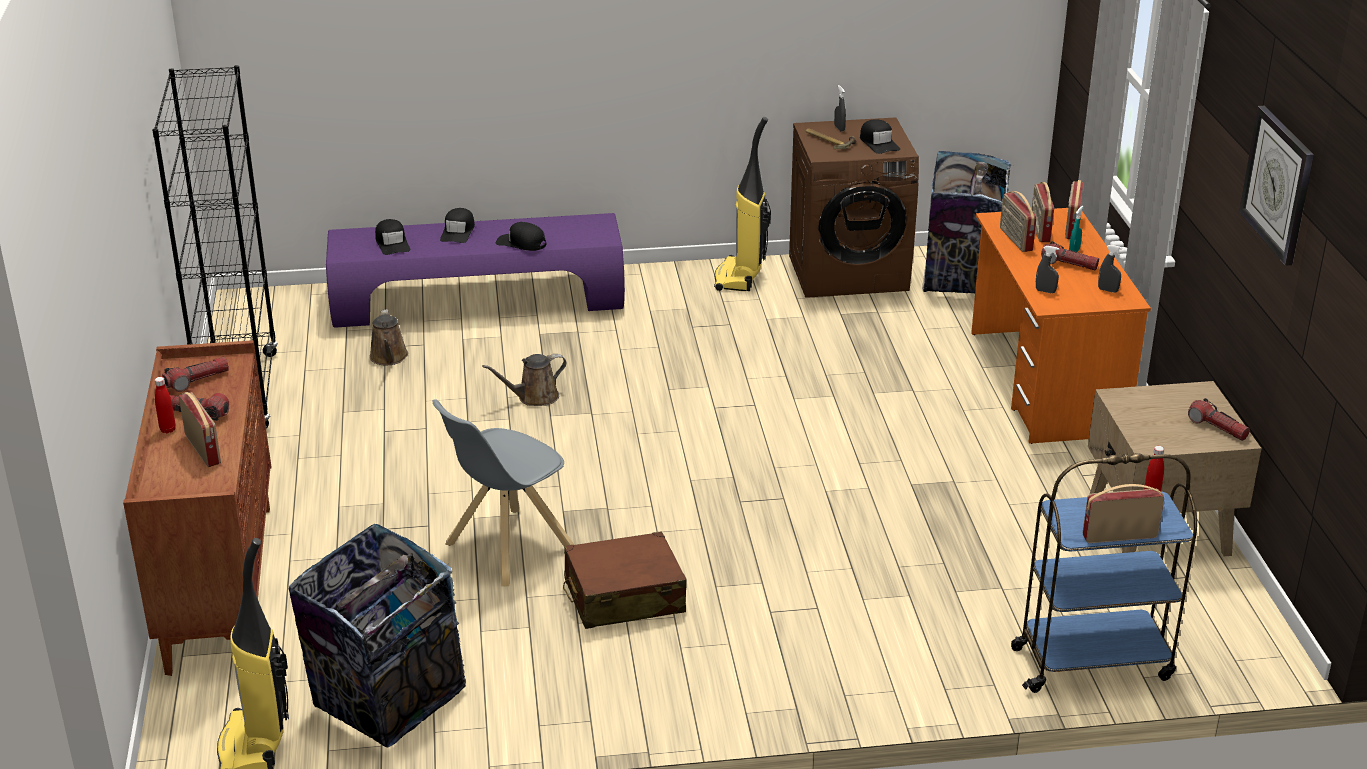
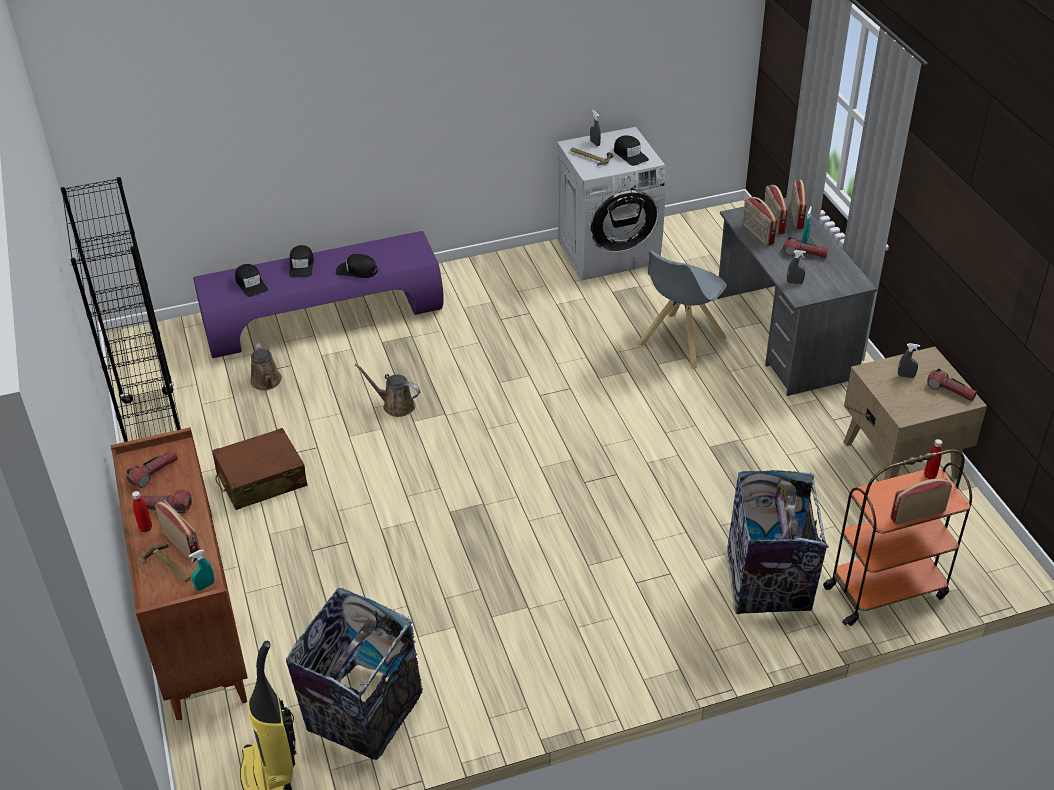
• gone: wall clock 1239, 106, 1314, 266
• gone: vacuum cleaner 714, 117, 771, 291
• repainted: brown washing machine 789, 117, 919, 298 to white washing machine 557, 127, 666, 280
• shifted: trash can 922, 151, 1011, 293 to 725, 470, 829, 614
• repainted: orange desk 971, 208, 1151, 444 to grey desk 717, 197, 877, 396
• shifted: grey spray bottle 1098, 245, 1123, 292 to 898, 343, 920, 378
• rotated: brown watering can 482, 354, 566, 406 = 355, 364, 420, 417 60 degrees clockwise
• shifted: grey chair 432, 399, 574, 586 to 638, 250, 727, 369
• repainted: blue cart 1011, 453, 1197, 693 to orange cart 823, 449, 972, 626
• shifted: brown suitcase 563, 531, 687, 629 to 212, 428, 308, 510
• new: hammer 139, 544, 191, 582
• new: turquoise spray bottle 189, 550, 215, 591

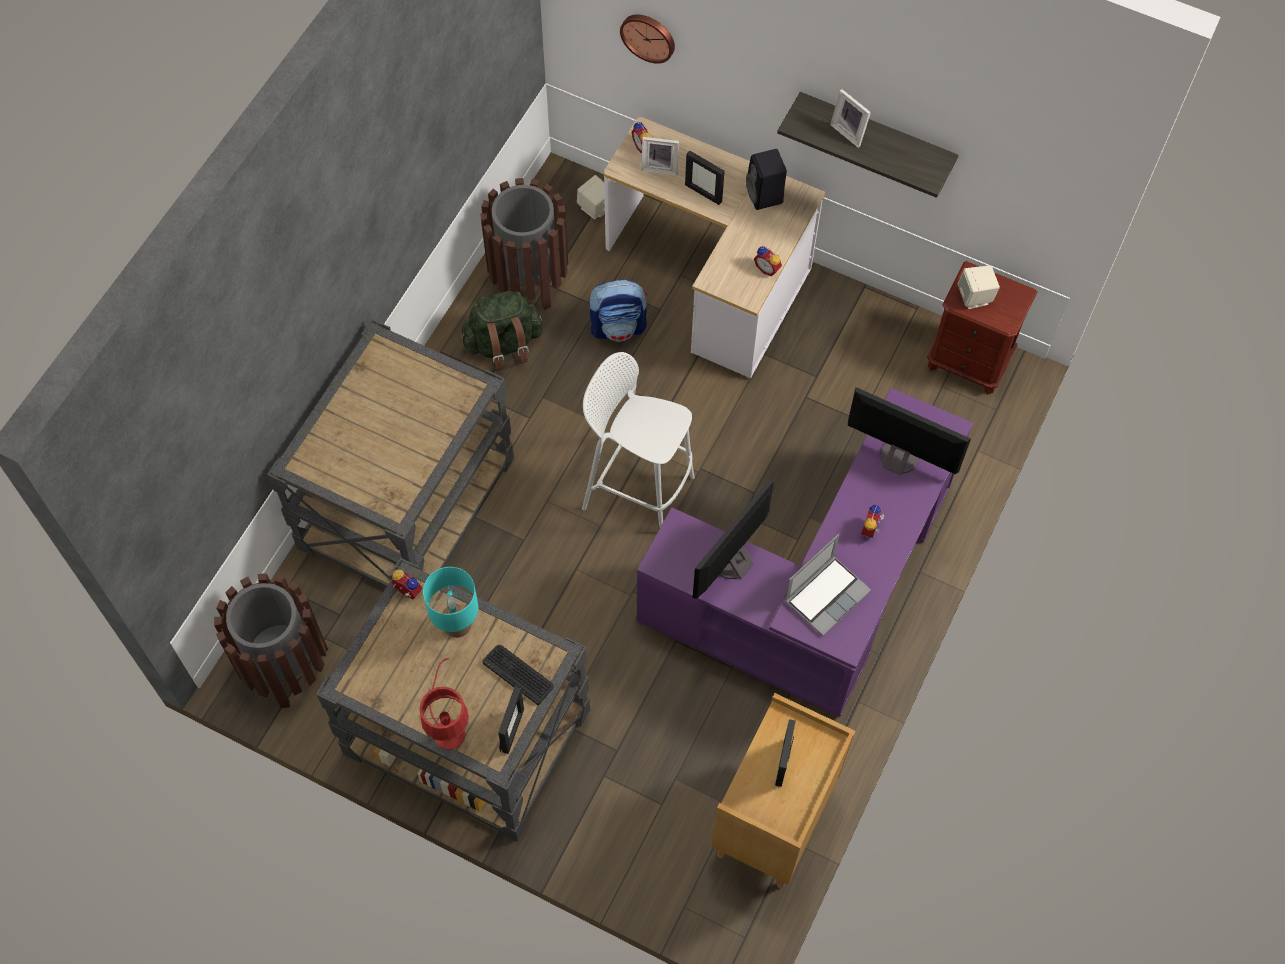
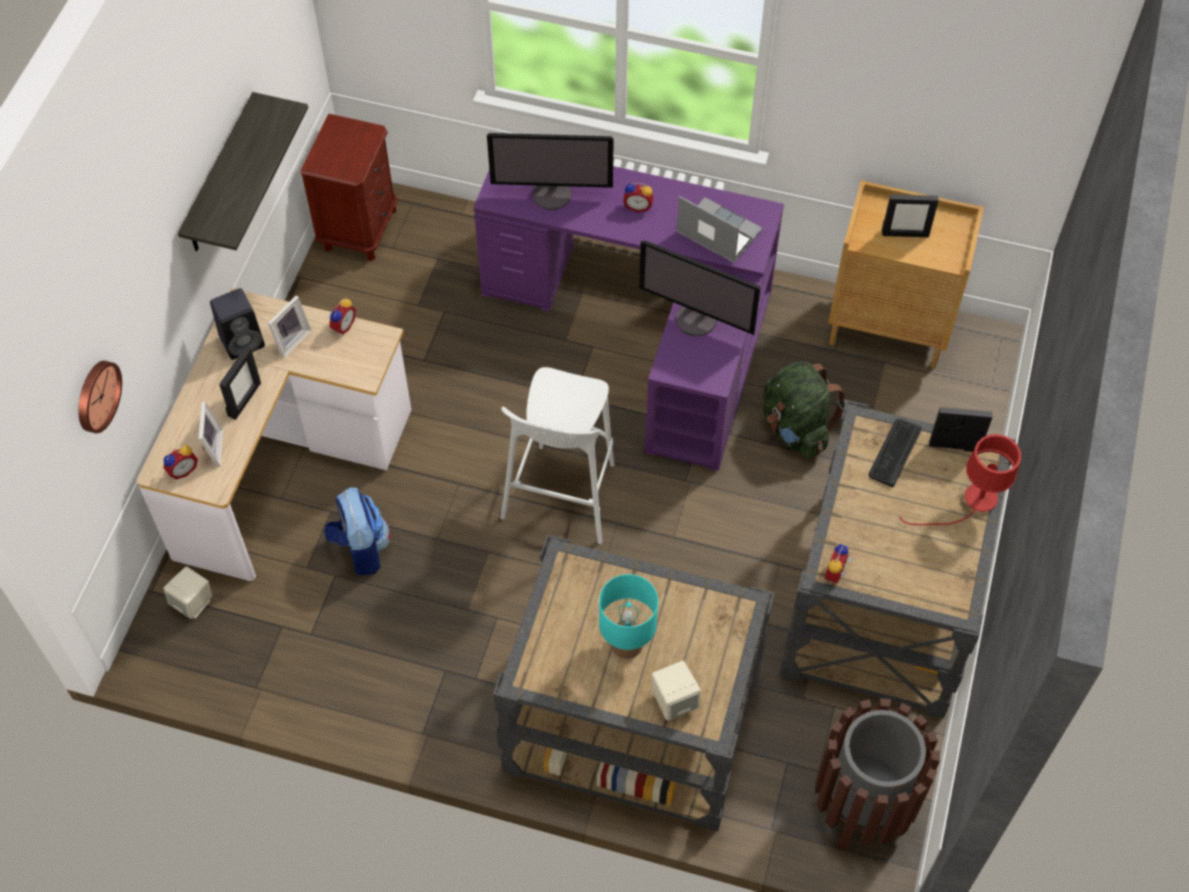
• shifted: picture frame 830, 89, 871, 148 to 268, 295, 311, 358
• gone: brown trash can 480, 178, 568, 310
• shifted: beige speaker 958, 265, 1000, 309 to 652, 661, 701, 721
• shifted: green backpack 460, 291, 543, 371 to 763, 362, 846, 458
• rotated: monitor 848, 387, 971, 475 = 487, 133, 614, 210 105 degrees counterclockwise
• shifted: turquoise table lamp 423, 567, 478, 638 to 599, 574, 658, 659

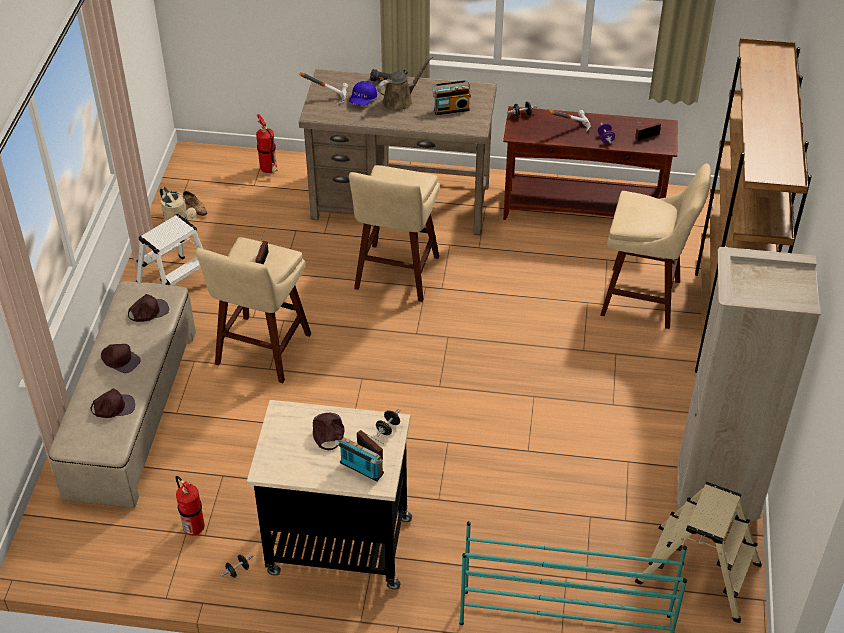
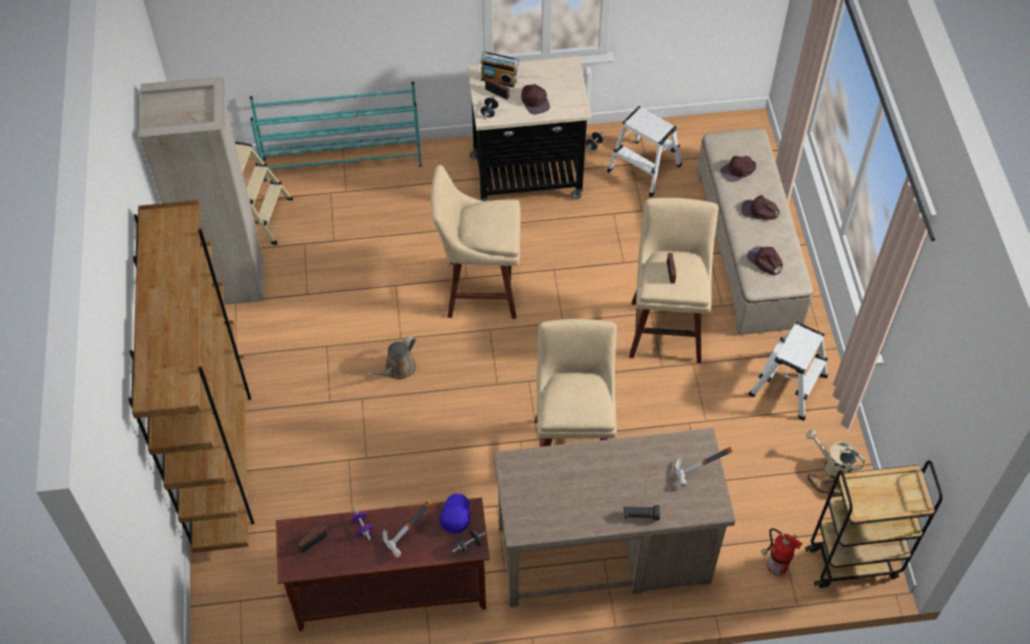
• shifted: brown watering can 377, 56, 433, 111 to 366, 336, 416, 380
• gone: radio 432, 80, 471, 115
• shifted: blue cap 349, 81, 377, 106 to 440, 493, 470, 534
• shifted: beige stool 600, 164, 711, 329 to 431, 165, 521, 319
• rotated: brown cap 128, 294, 169, 322 = 747, 246, 783, 275 90 degrees clockwise
• swapped: fire extinguisher 176, 476, 205, 535 to white step ladder 607, 106, 682, 197
• new: brown cart 805, 460, 942, 588

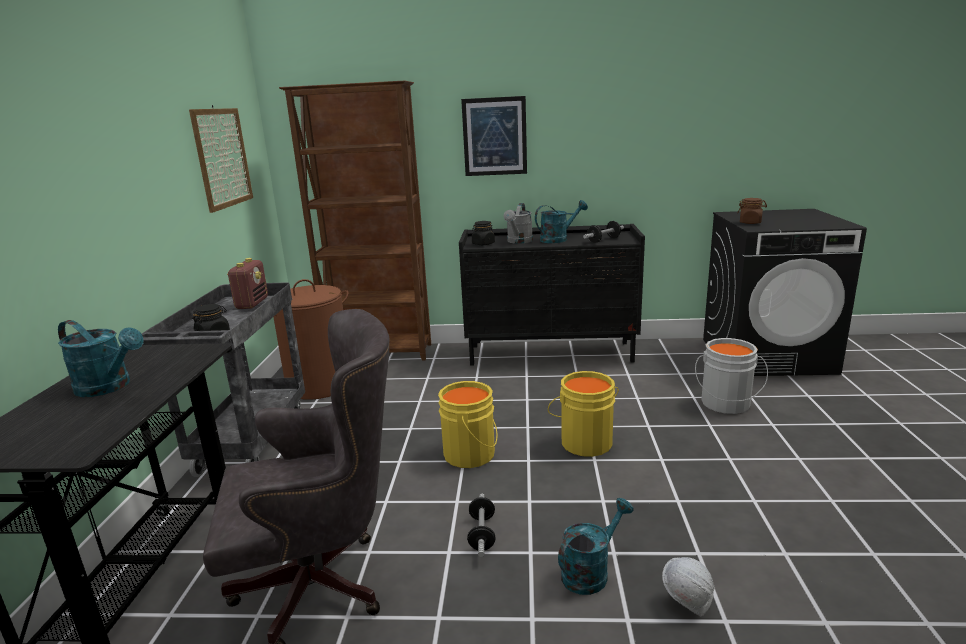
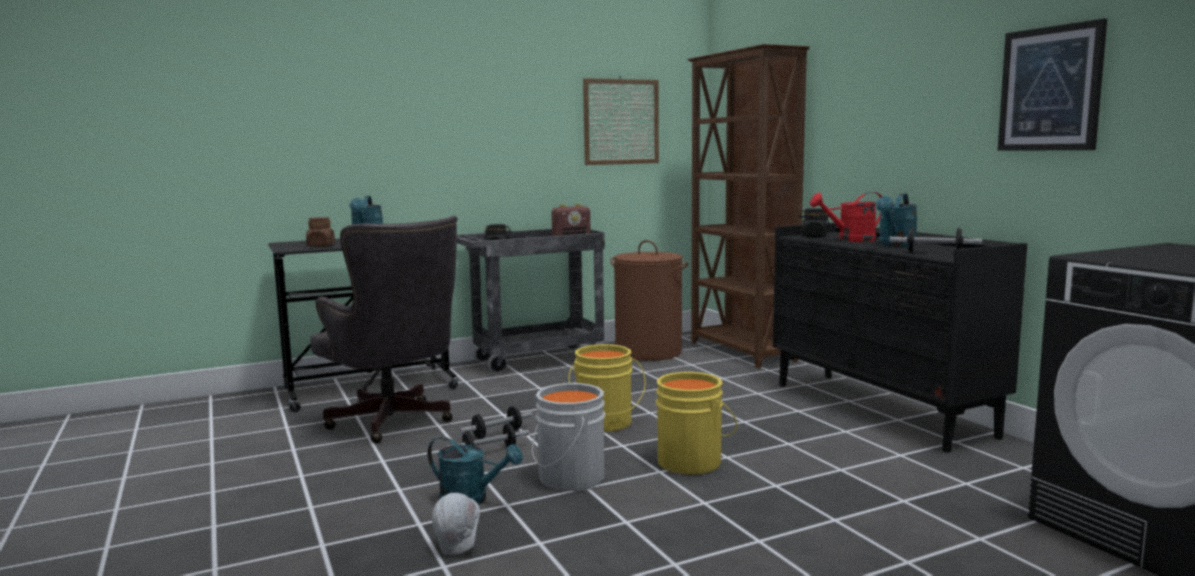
• shifted: picture 461, 96, 527, 176 to 998, 19, 1107, 151
• shifted: brown jar 737, 198, 767, 224 to 306, 217, 335, 247
• rotated: turquoise watering can 535, 200, 588, 243 = 876, 193, 918, 247 90 degrees clockwise
• repainted: grey watering can 504, 203, 533, 244 to red watering can 810, 192, 882, 242
• shifted: grey bucket 695, 338, 768, 414 to 532, 383, 605, 491
• new: dumbbell 460, 406, 532, 439

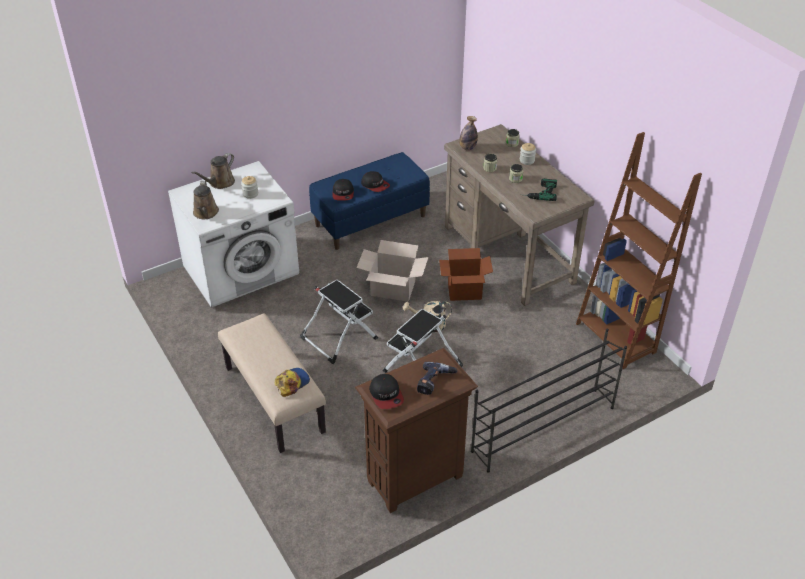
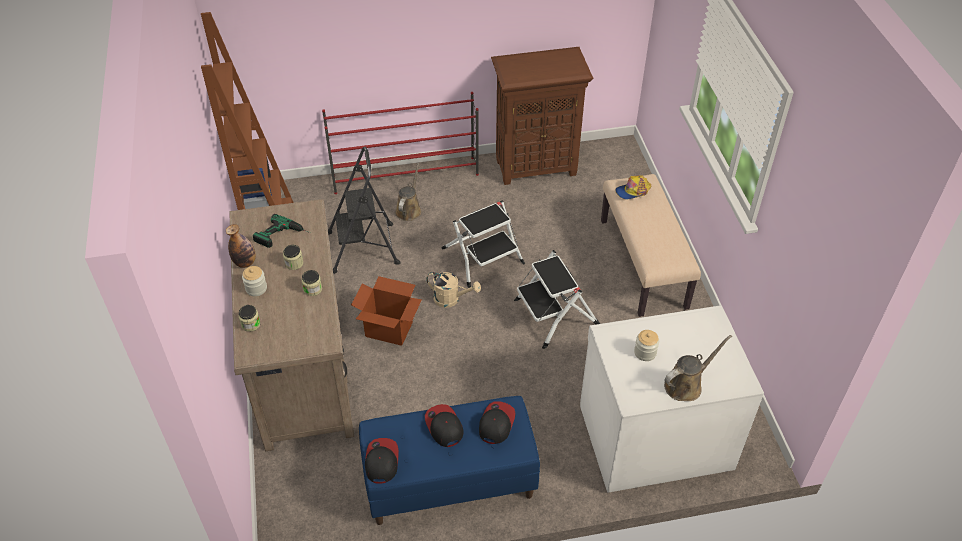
• shifted: bottle 459, 116, 478, 150 to 226, 224, 256, 268
• shifted: brown watering can 193, 181, 219, 219 to 395, 163, 421, 221
• gone: cardboard box 357, 240, 429, 301
• repainted: black shoe rack 471, 329, 627, 473 to red shoe rack 322, 92, 479, 194
• gone: power drill 417, 362, 458, 395
• shifted: cap 369, 374, 404, 409 to 365, 438, 399, 484
• new: black step ladder 328, 147, 400, 274

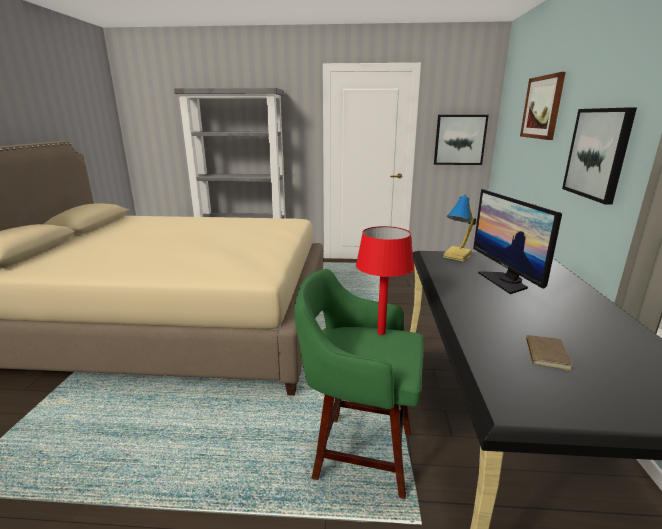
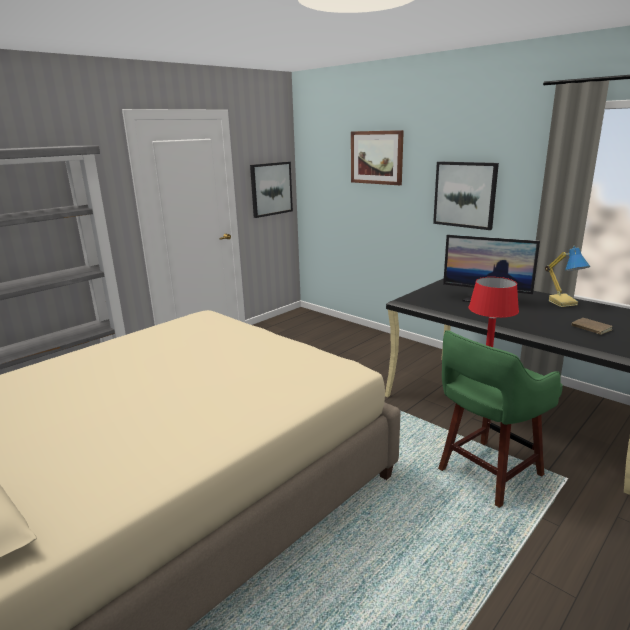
• shifted: table lamp 443, 194, 476, 261 to 545, 246, 590, 307

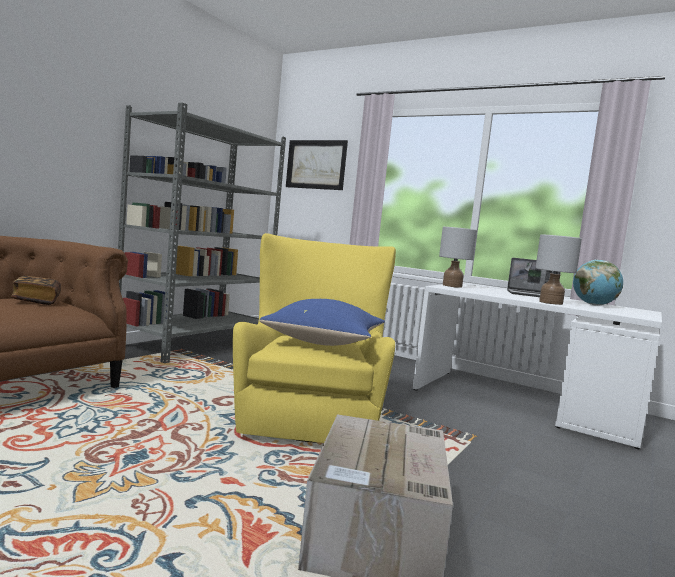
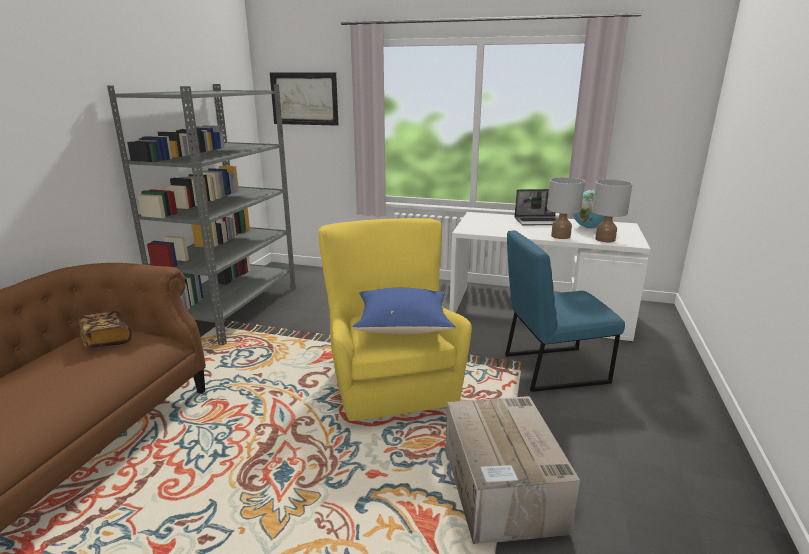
• shifted: grey table lamp 439, 227, 477, 288 to 592, 179, 632, 242
• new: blue chair 505, 230, 625, 392

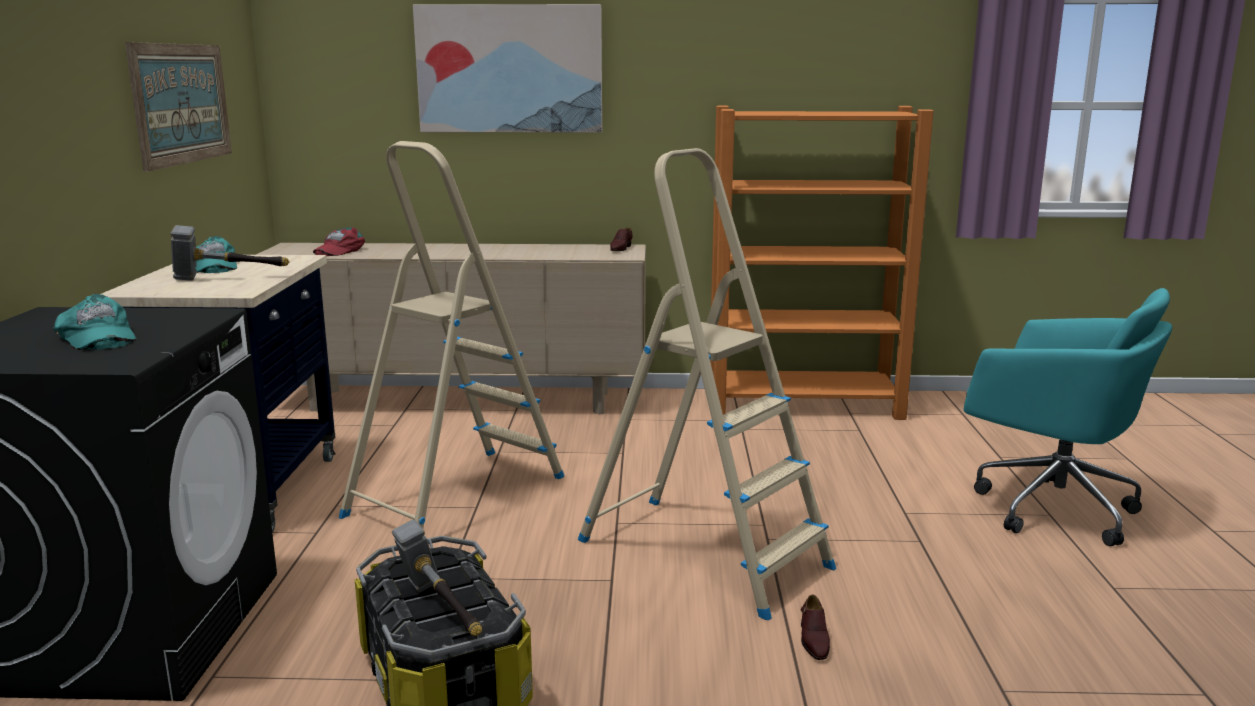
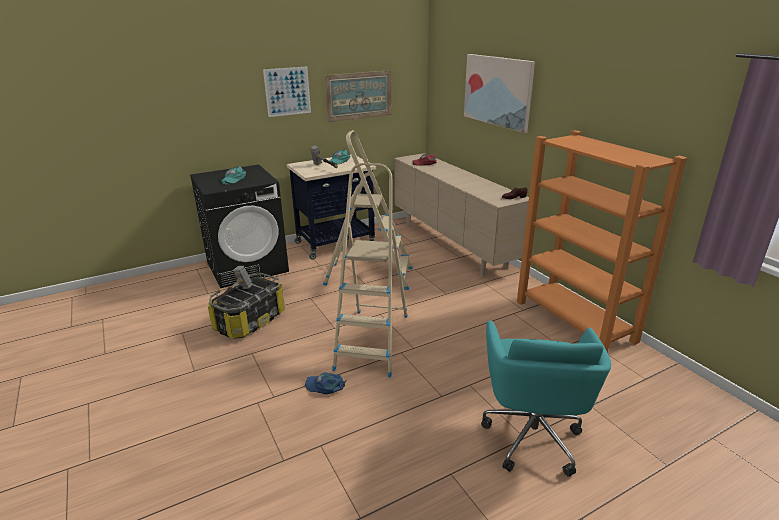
• swapped: brown shoe 801, 594, 830, 660 to blue cap 305, 372, 346, 394
• new: picture 263, 67, 311, 117

